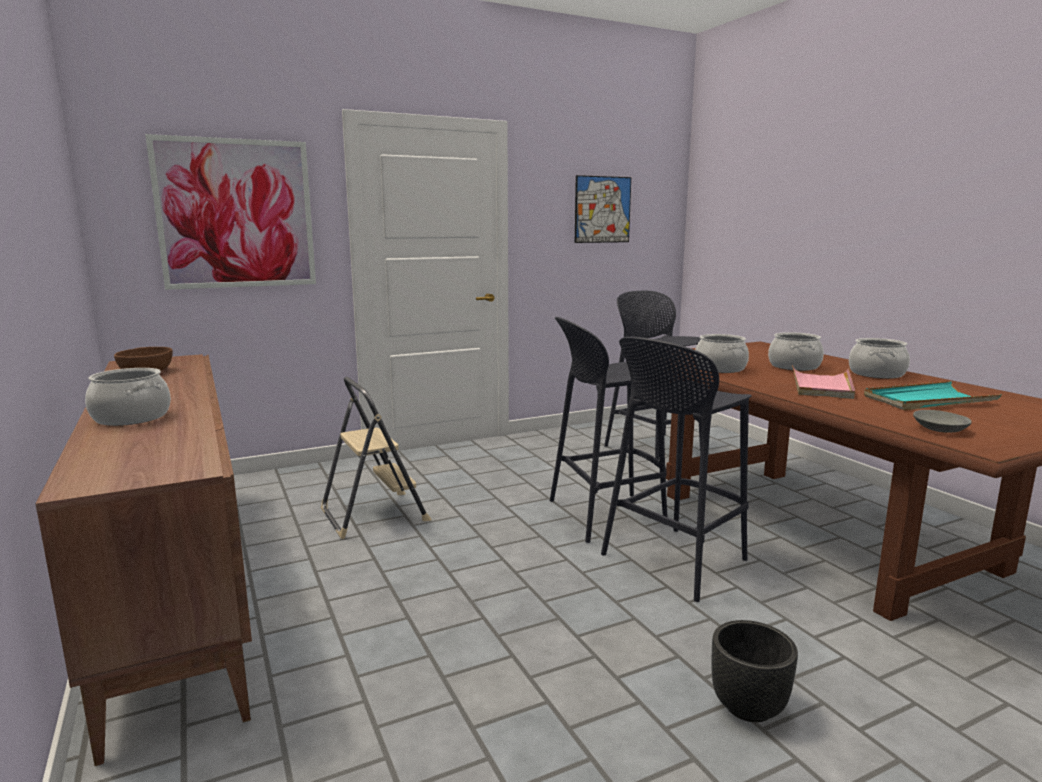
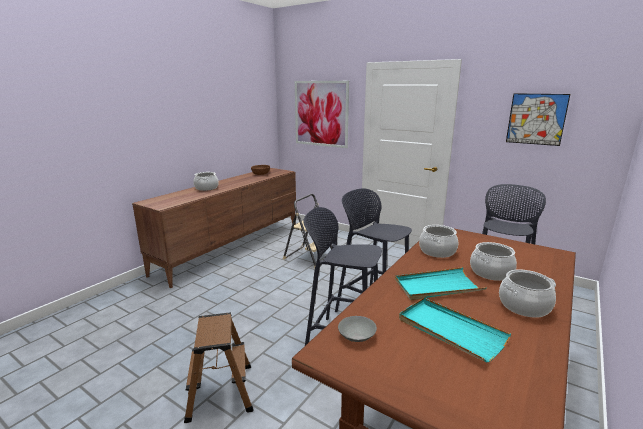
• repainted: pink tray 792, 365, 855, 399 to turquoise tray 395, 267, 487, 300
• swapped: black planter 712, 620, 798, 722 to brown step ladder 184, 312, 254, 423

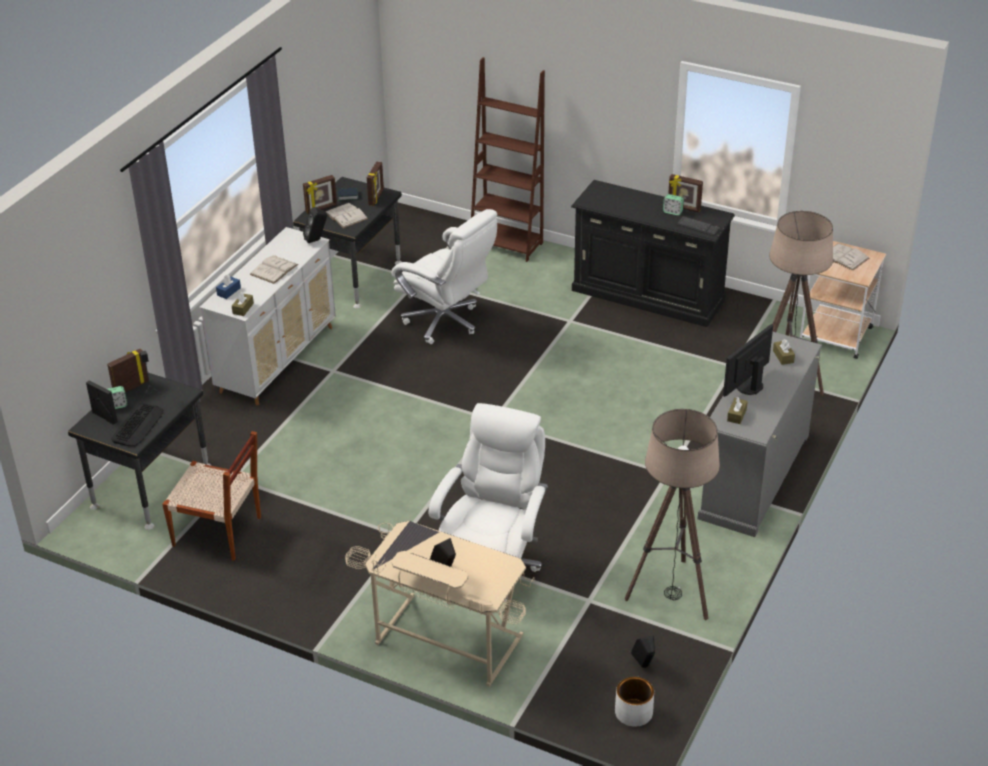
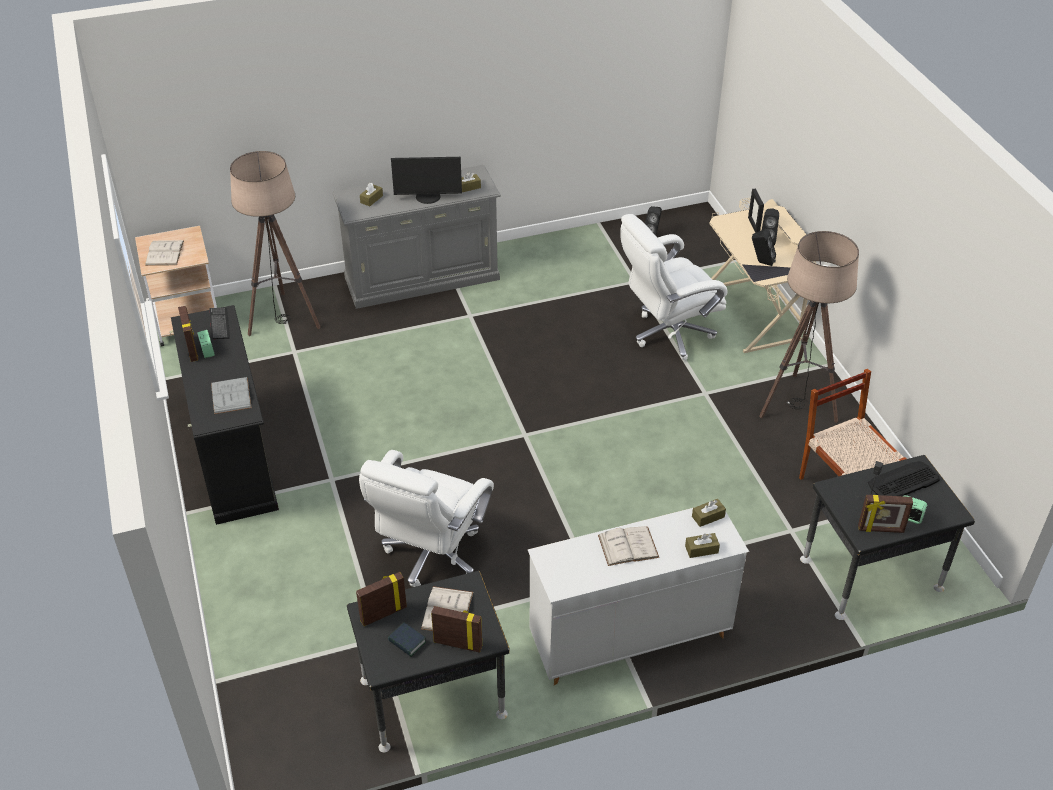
• gone: brown bookcase 471, 57, 545, 262
• shifted: black speaker 303, 207, 327, 243 to 752, 229, 776, 266
• rotated: white office chair 391, 209, 497, 344 = 359, 450, 494, 587 150 degrees counterclockwise
• repainted: blue tissue box 216, 275, 241, 299 to brown tissue box 685, 533, 720, 558
• shifted: picture frame 86, 381, 118, 425 to 748, 189, 764, 233
• shifted: floor lamp 625, 409, 720, 620 to 759, 231, 859, 423
• gone: white planter 615, 676, 654, 727
• new: grey book 211, 377, 252, 414

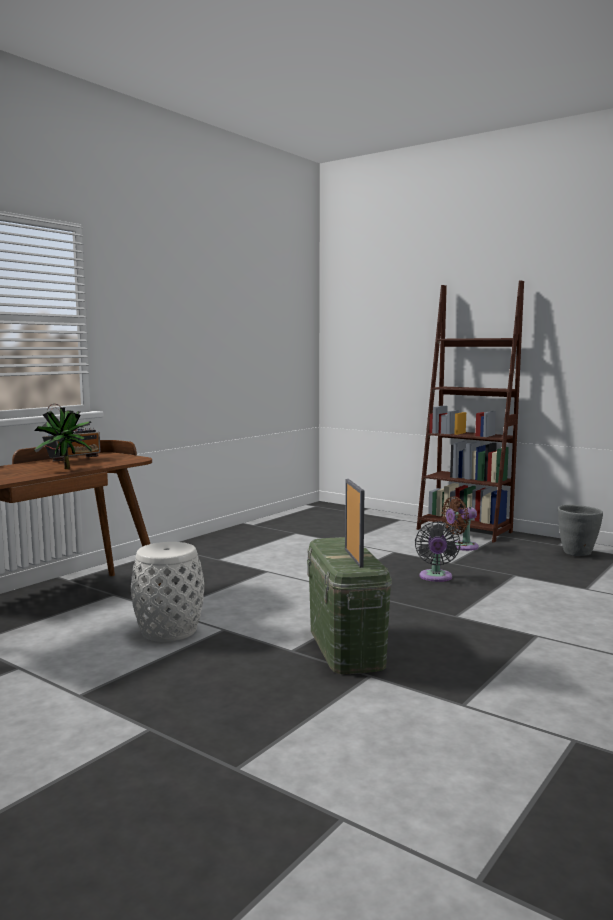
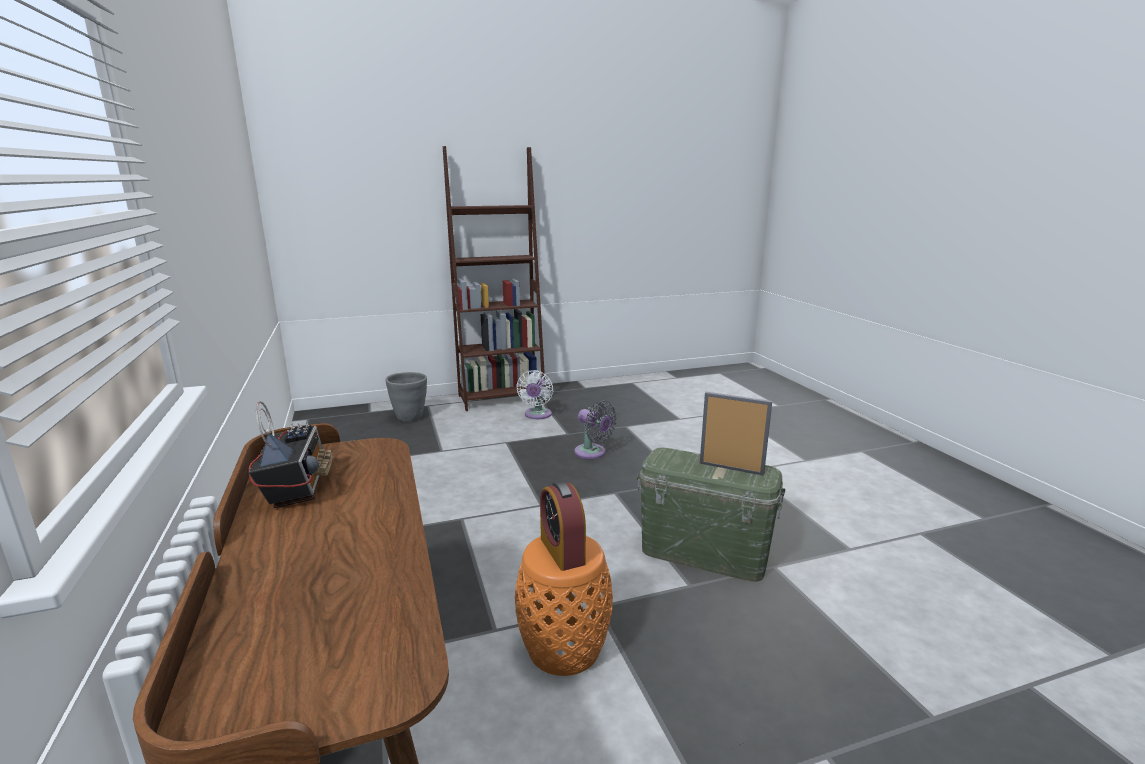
• gone: potted plant 34, 407, 92, 469
• repainted: brown fan 441, 497, 479, 551 to white fan 516, 370, 553, 419
• shifted: grey planter 558, 505, 603, 556 to 385, 372, 427, 422
• repainted: white stool 131, 542, 204, 642 to orange stool 515, 536, 613, 676
• new: alarm clock 540, 481, 586, 571

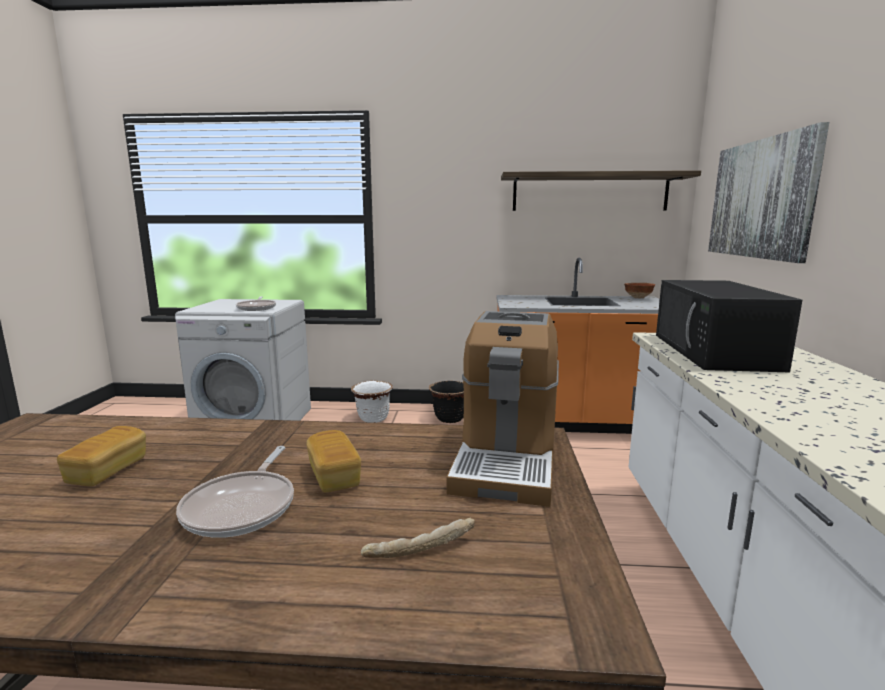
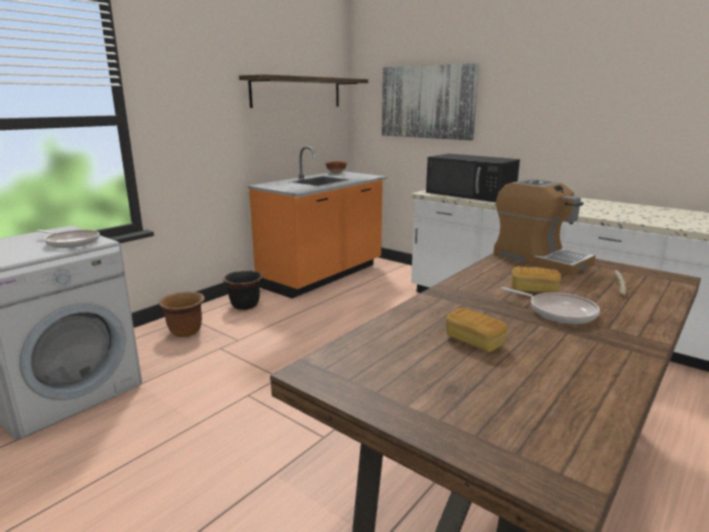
• repainted: white planter 351, 381, 393, 423 to brown planter 159, 292, 205, 337

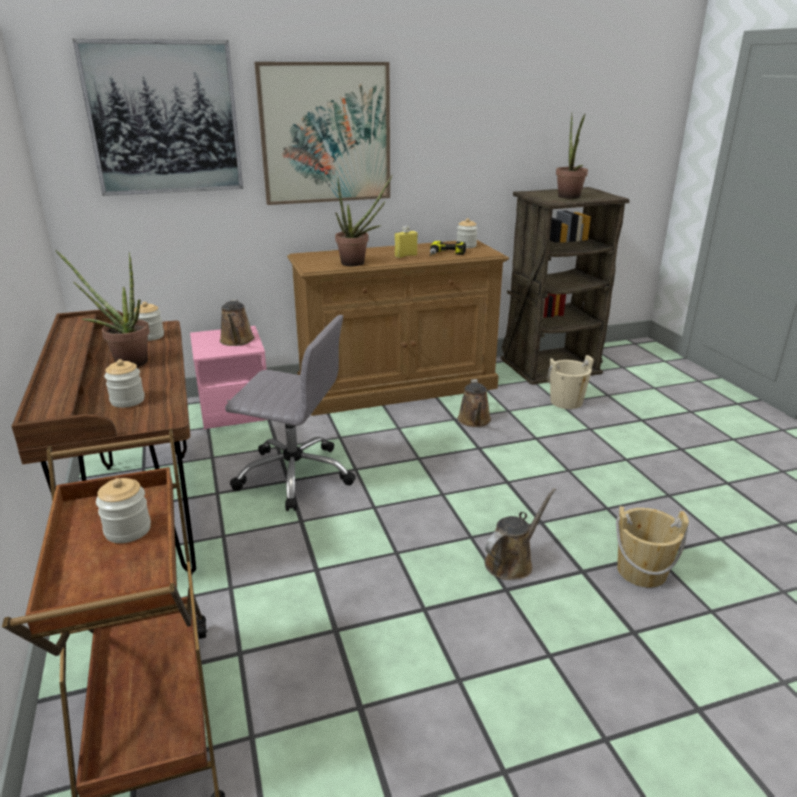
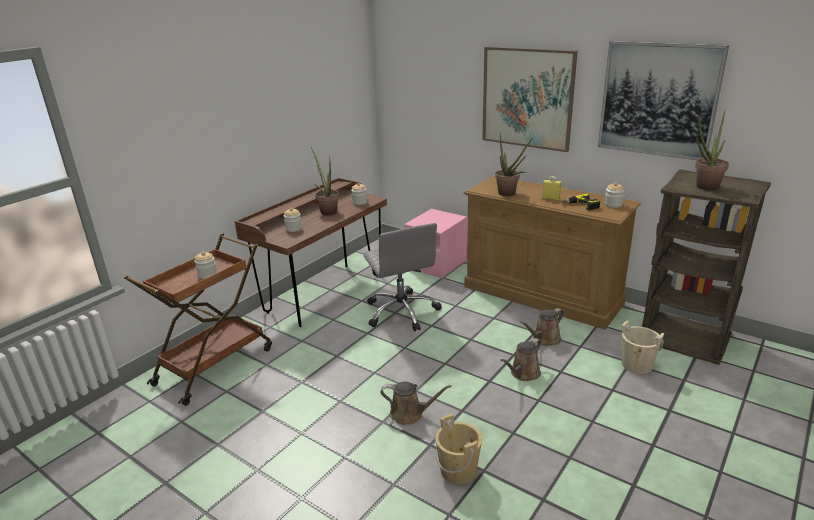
• shifted: picture 73, 39, 243, 196 to 598, 41, 729, 160
• shifted: brown watering can 220, 299, 255, 346 to 500, 338, 541, 381

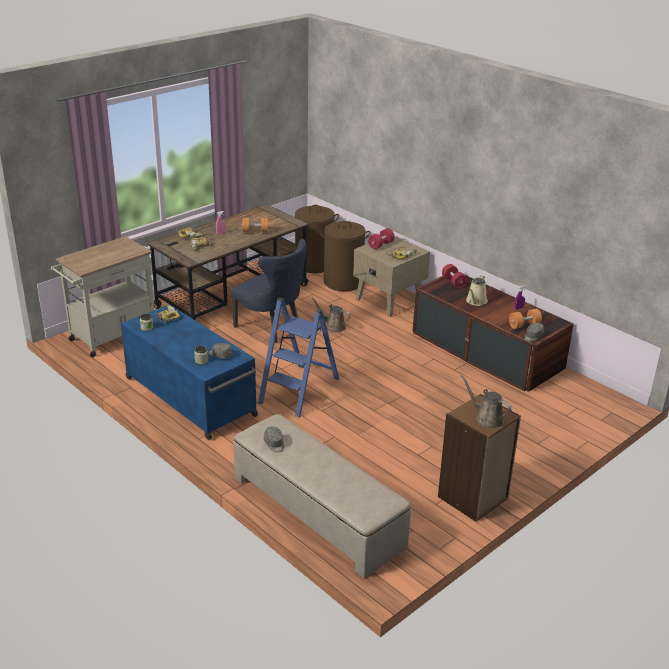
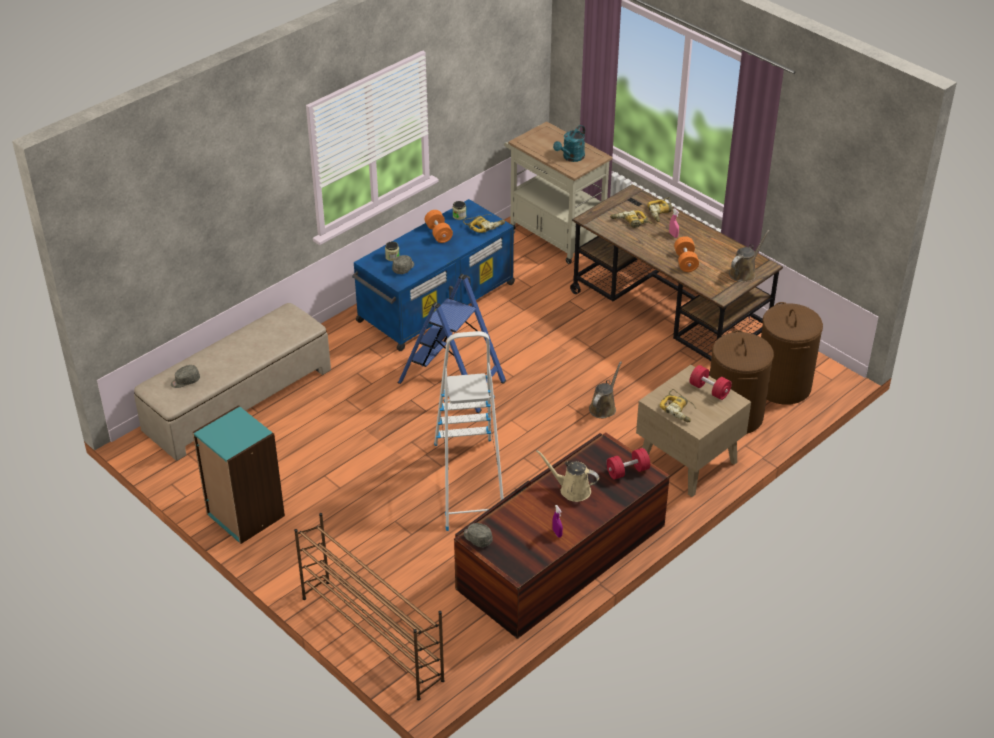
• gone: blue chair 231, 239, 306, 343
• shifted: orange dumbbell 509, 309, 542, 329 to 425, 210, 453, 243
• shifted: brown watering can 461, 375, 511, 429 to 729, 230, 770, 282
• repainted: brown bookcase 438, 394, 521, 522 to turquoise bookcase 192, 405, 285, 544
• shifted: grey cap 264, 426, 284, 453 to 171, 365, 200, 388
• new: turquoise watering can 553, 125, 585, 162
• new: white step ladder 434, 331, 504, 531
• new: brown shoe rack 294, 513, 445, 701

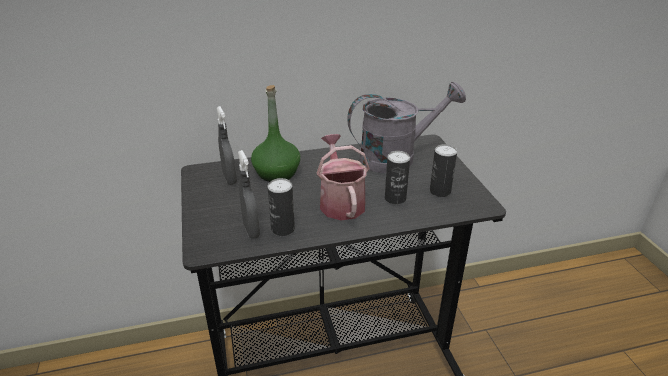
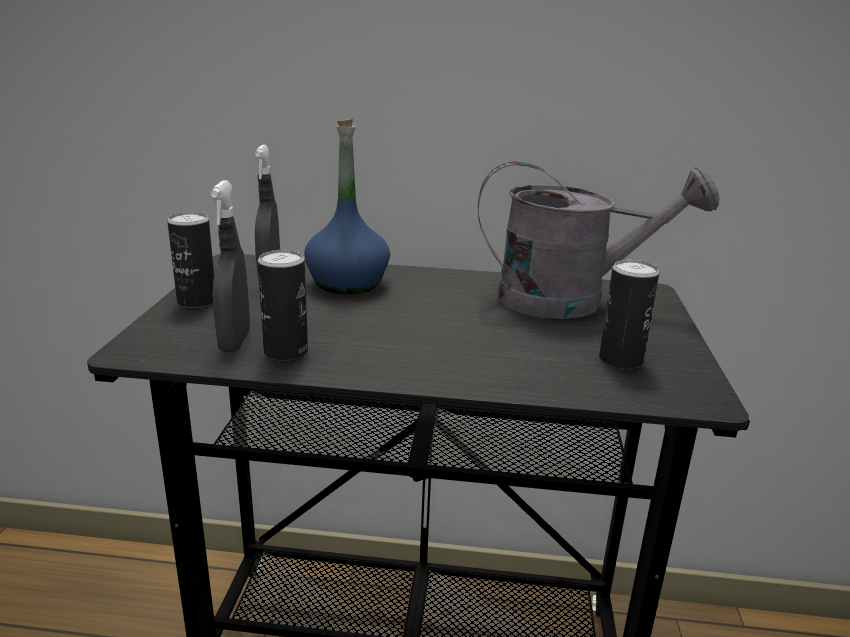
• repainted: green bottle 251, 85, 300, 182 to blue bottle 304, 118, 390, 294
• gone: watering can 317, 134, 370, 220
• shifted: can 385, 151, 410, 205 to 167, 212, 214, 308

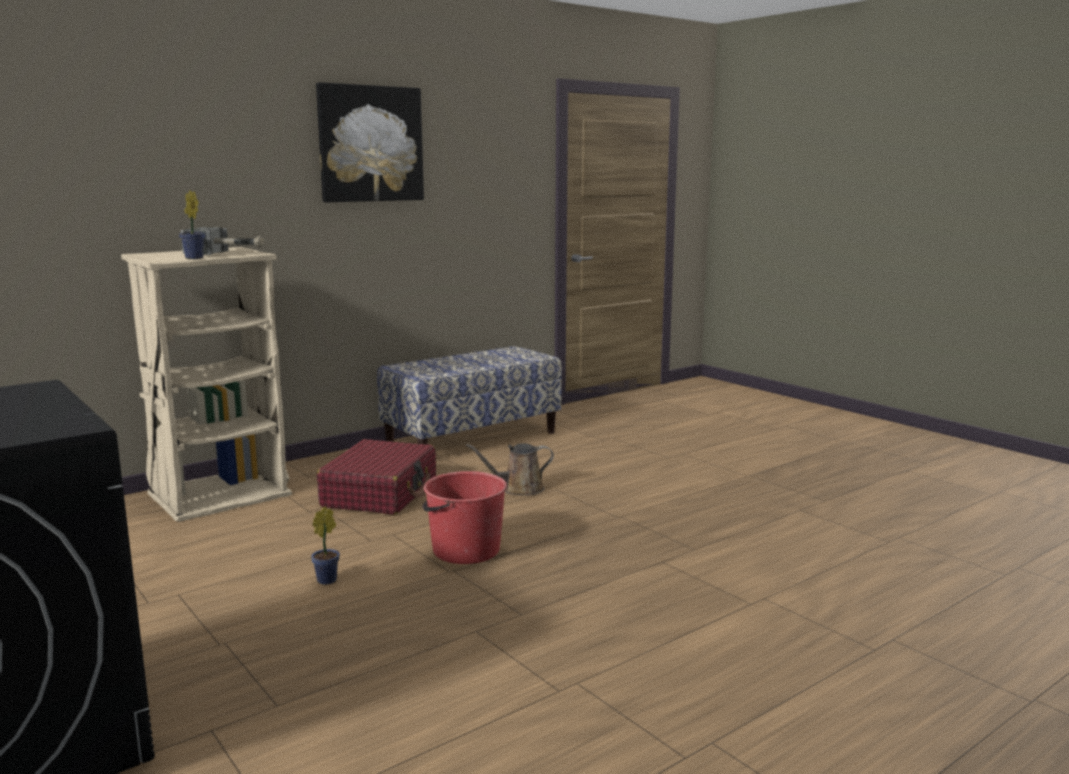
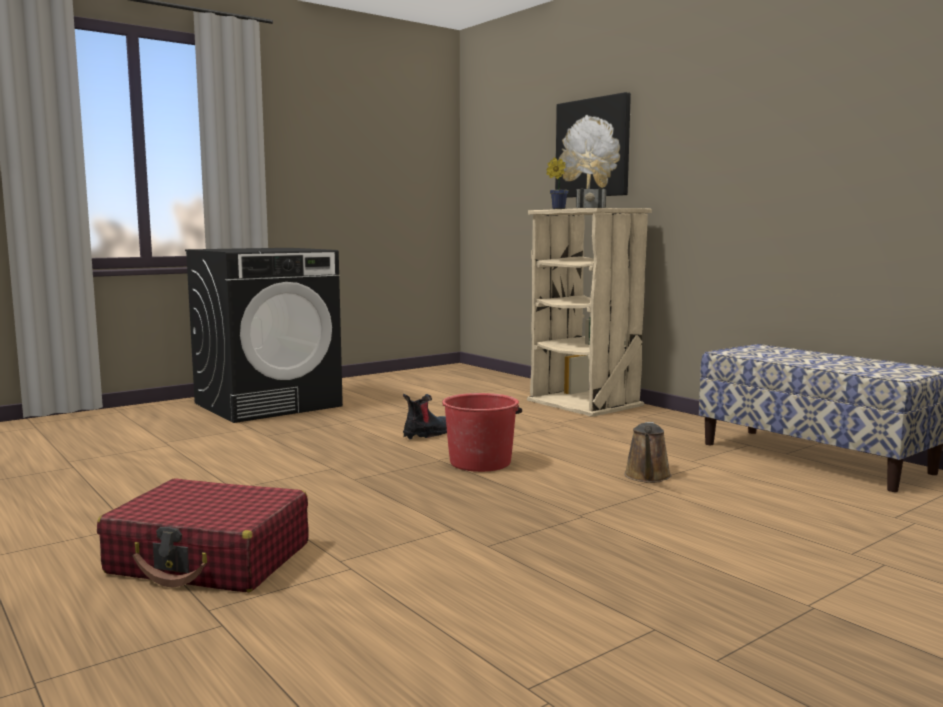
• shifted: picture 316, 82, 424, 202 to 555, 92, 631, 198
• shifted: red suitcase 317, 439, 436, 515 to 97, 478, 309, 592
• rotated: brown watering can 466, 443, 554, 496 = 624, 422, 672, 483 150 degrees counterclockwise
• swapped: potted plant 311, 506, 340, 585 to boot 403, 394, 447, 440

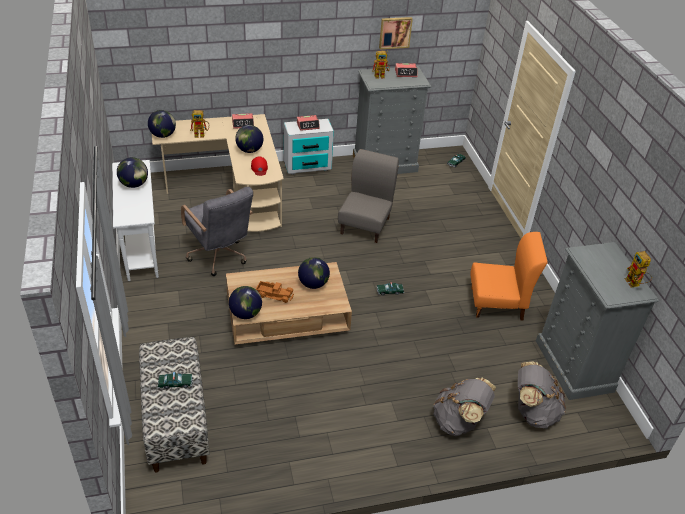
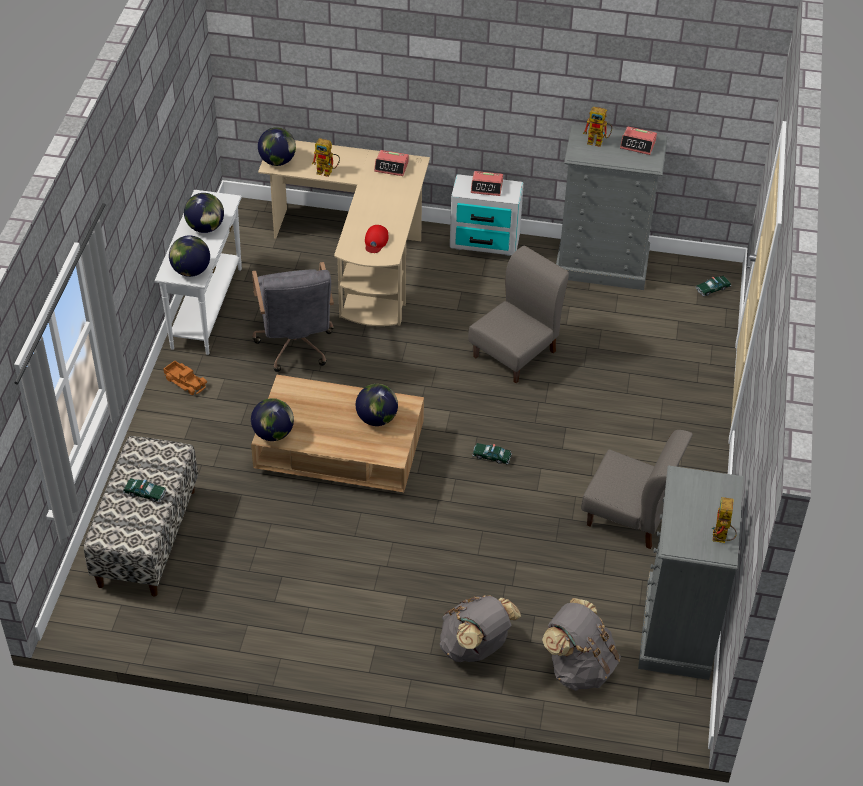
• gone: picture 379, 17, 413, 49
• shifted: globe 235, 125, 263, 153 to 169, 235, 210, 277
• repainted: orange chair 470, 232, 548, 321 to grey chair 581, 430, 693, 549
• shifted: toy truck 256, 281, 294, 303 to 163, 361, 207, 395

